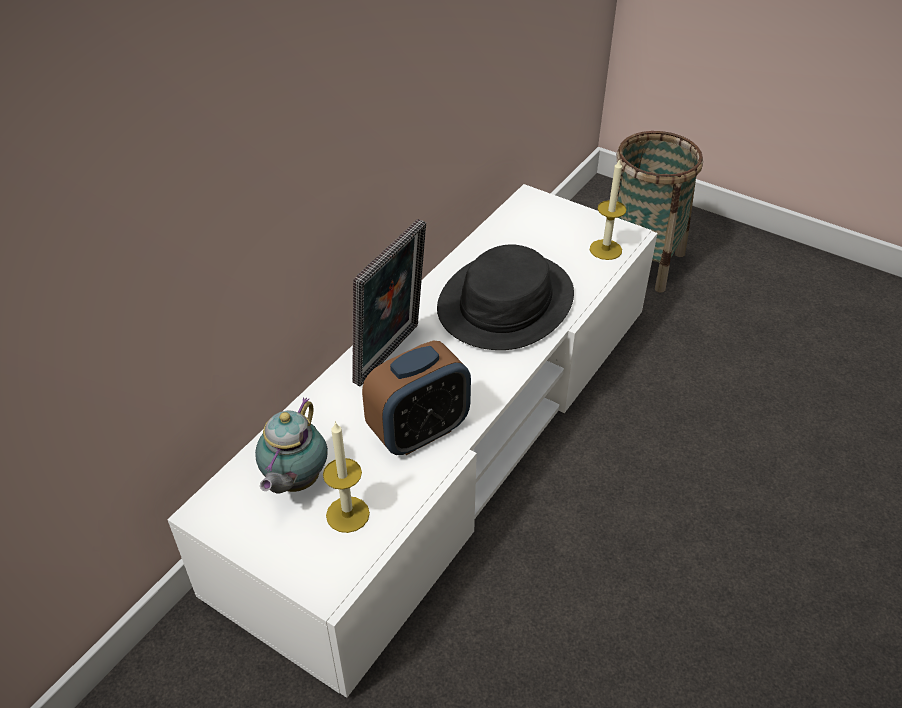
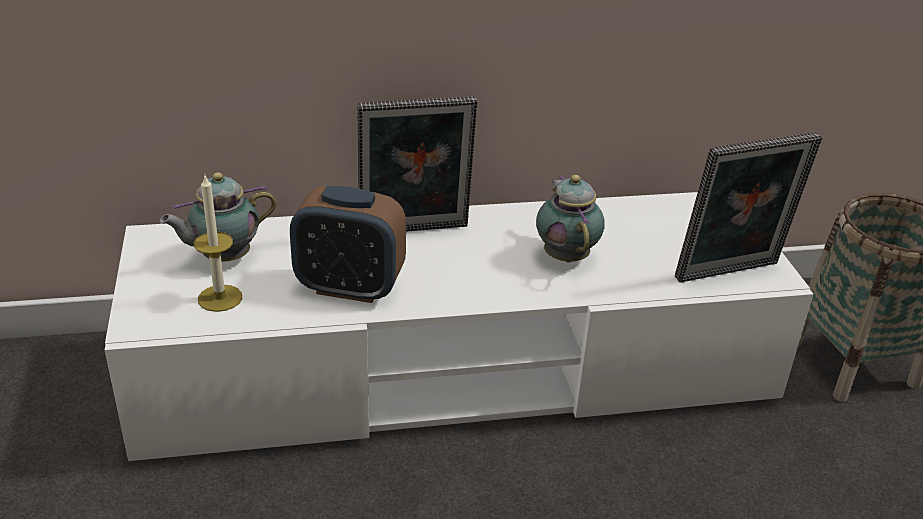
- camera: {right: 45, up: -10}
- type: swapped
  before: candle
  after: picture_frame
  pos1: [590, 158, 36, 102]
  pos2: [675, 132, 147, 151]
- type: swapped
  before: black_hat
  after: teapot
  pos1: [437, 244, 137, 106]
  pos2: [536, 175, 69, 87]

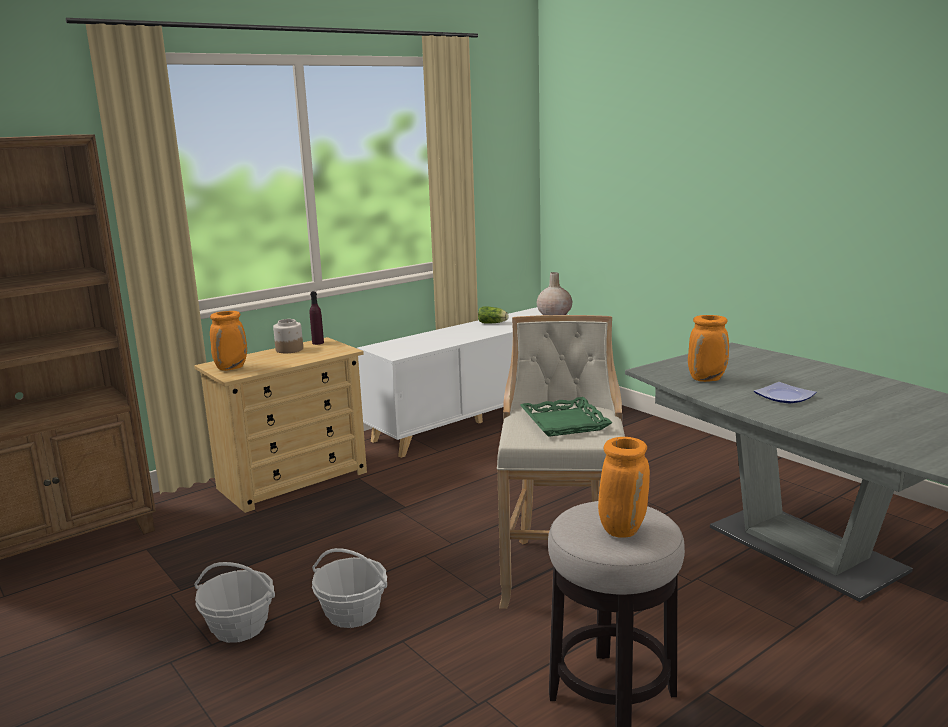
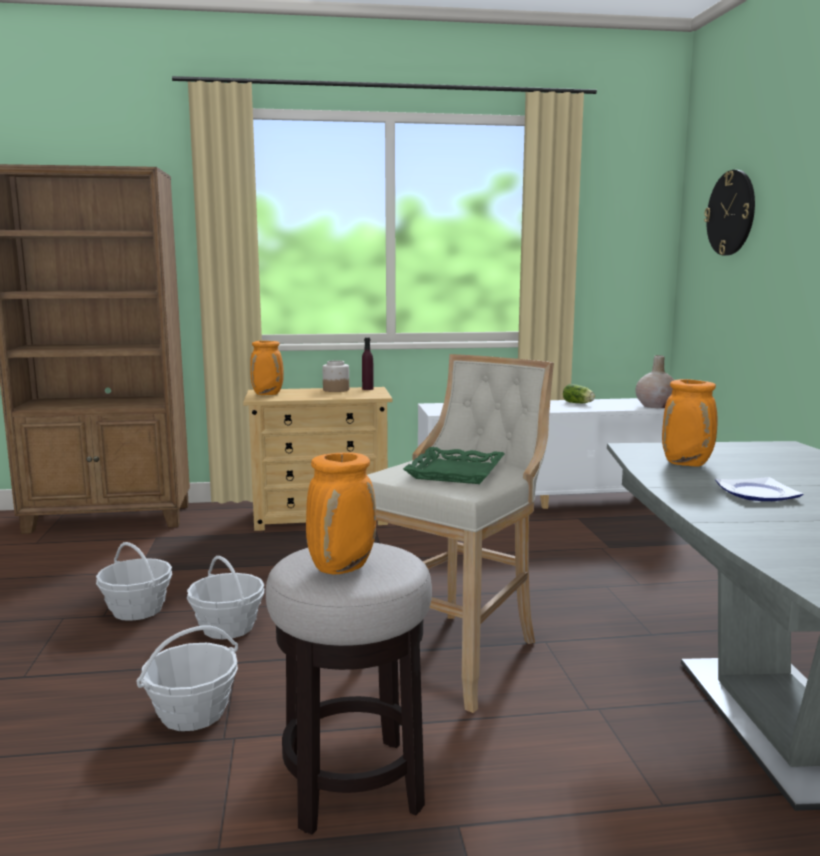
- camera: {right: 30, up: -5}
- type: new
  after: wall_clock
  pos2: [704, 170, 51, 86]
- type: new
  after: basket
  pos2: [137, 626, 101, 105]

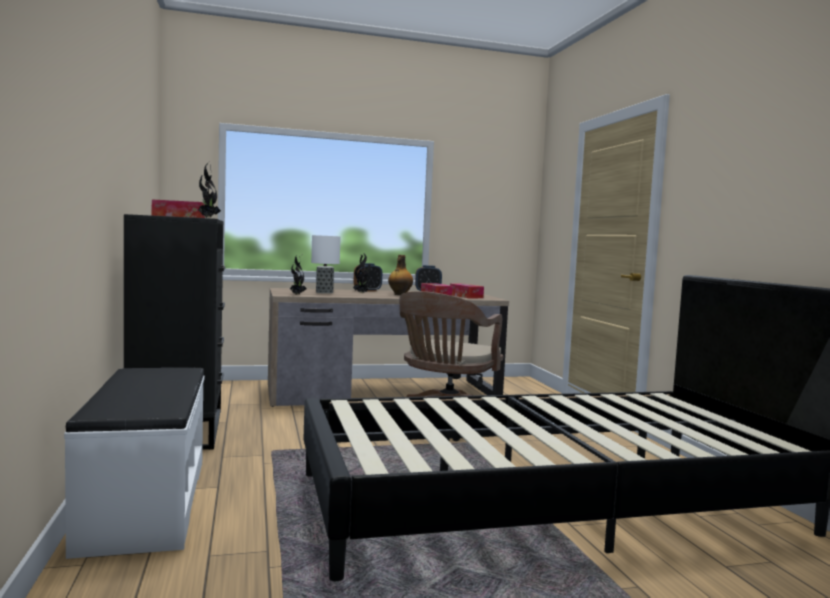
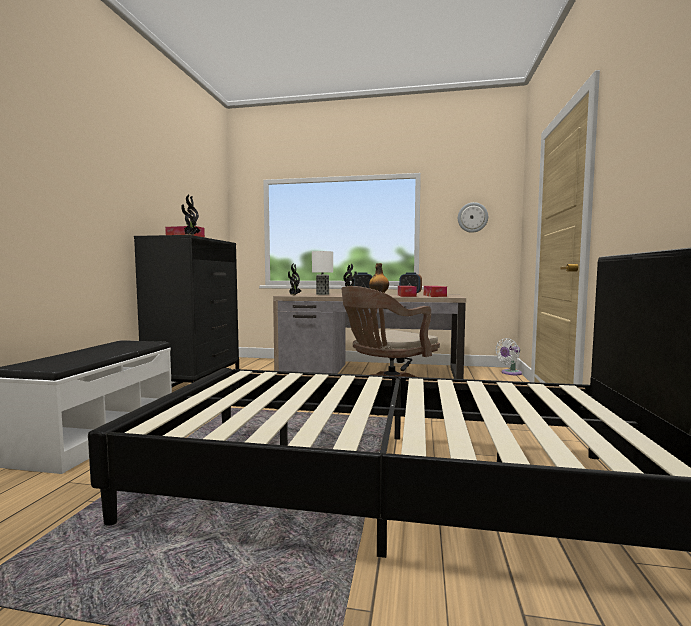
- camera: {right: 25, up: 0}
- type: new
  after: wall_clock
  pos2: [458, 202, 30, 31]
- type: new
  after: white_fan
  pos2: [495, 338, 27, 37]

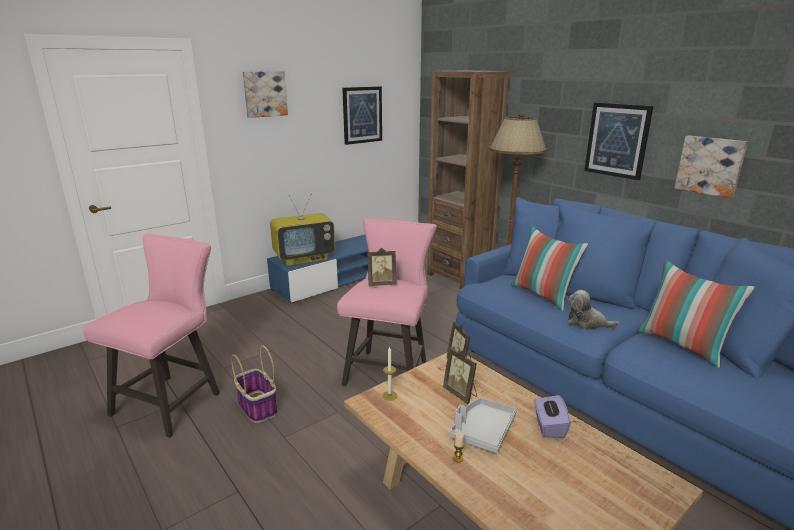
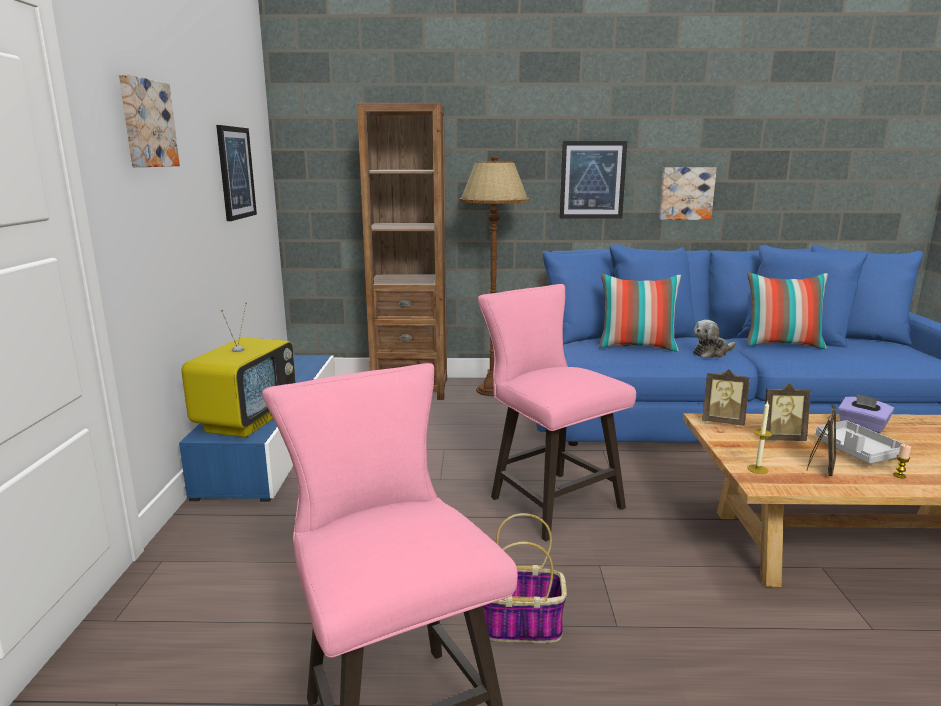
- camera: {right: -50, up: -5}
- type: shifted
  before: picture_frame
  pos1: [367, 248, 29, 38]
  pos2: [807, 406, 29, 70]

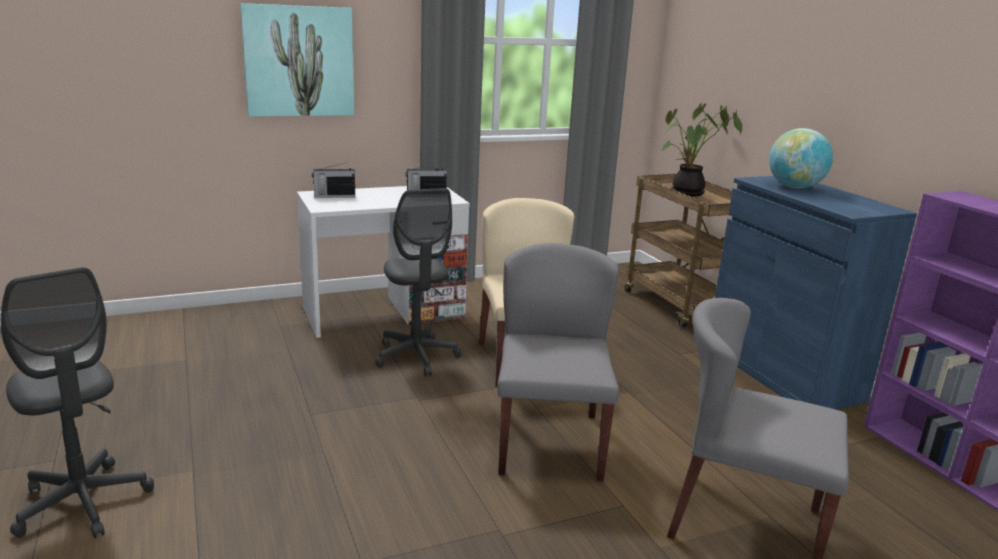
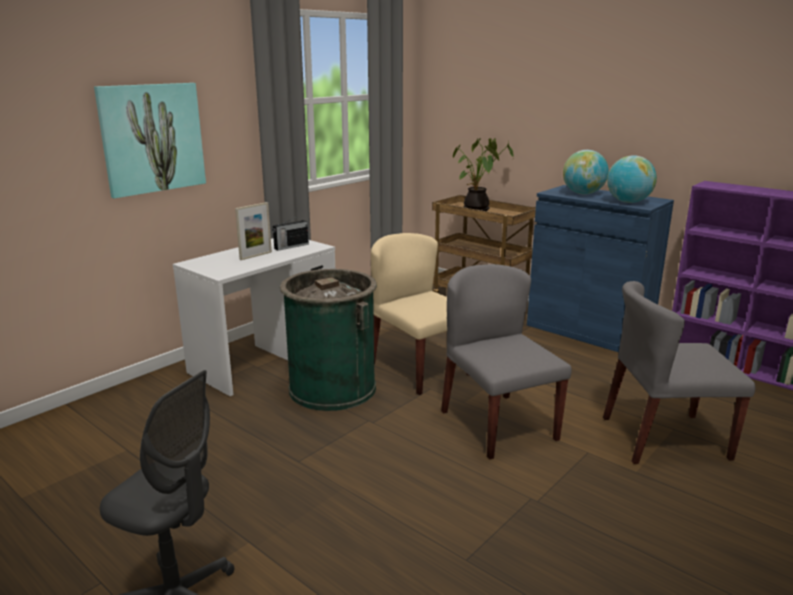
- camera: {right: -25, up: 0}
- type: gone
  before: radio
  pos1: [312, 162, 43, 36]
- type: swapped
  before: grey_office_chair
  after: green_trash_can
  pos1: [375, 188, 86, 188]
  pos2: [280, 269, 97, 142]
- type: new
  after: globe
  pos2: [607, 155, 50, 48]
- type: new
  after: picture_frame
  pos2: [235, 202, 37, 58]

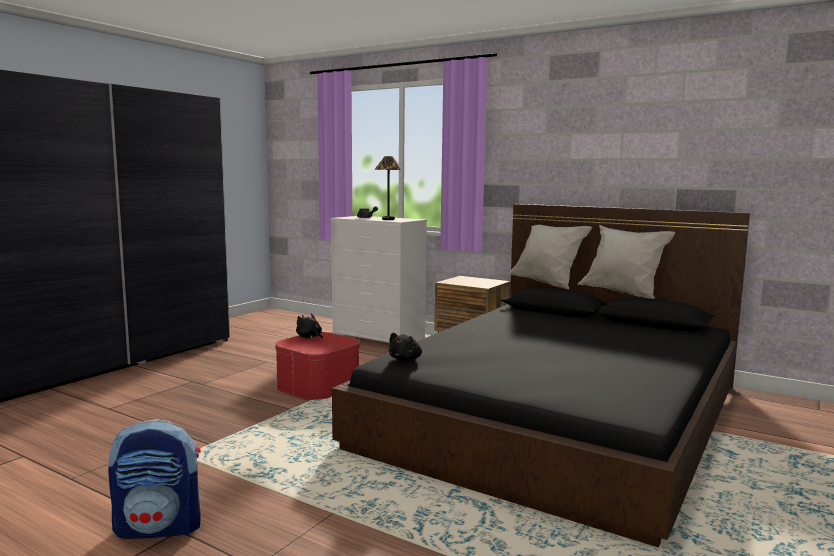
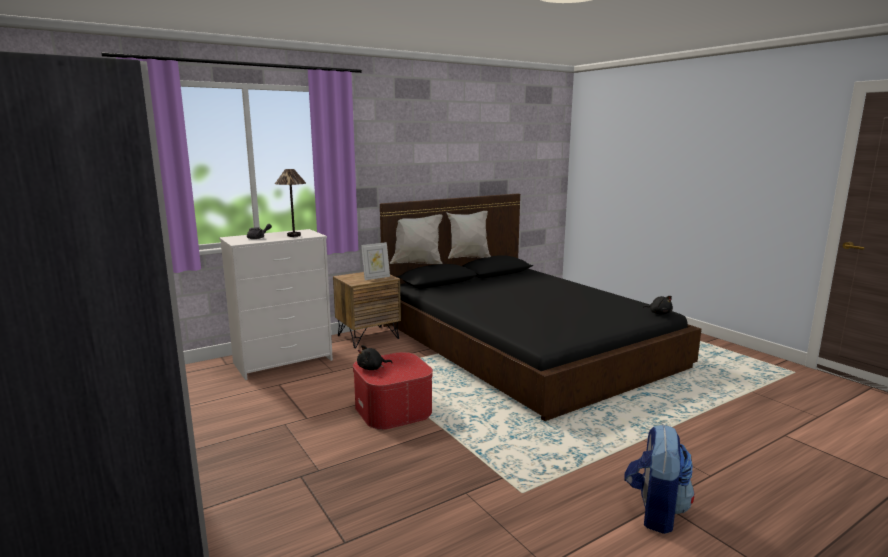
- camera: {right: -65, up: 5}
- type: shifted
  before: black_plush_toy
  pos1: [389, 333, 33, 28]
  pos2: [643, 296, 30, 19]
- type: new
  after: picture_frame
  pos2: [361, 242, 29, 38]

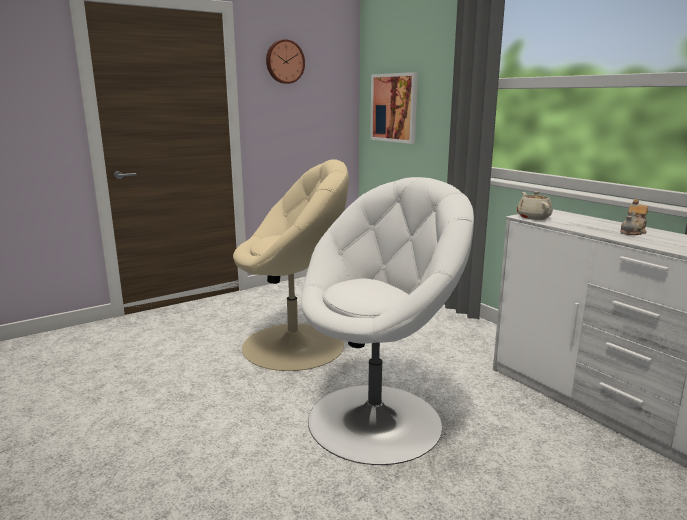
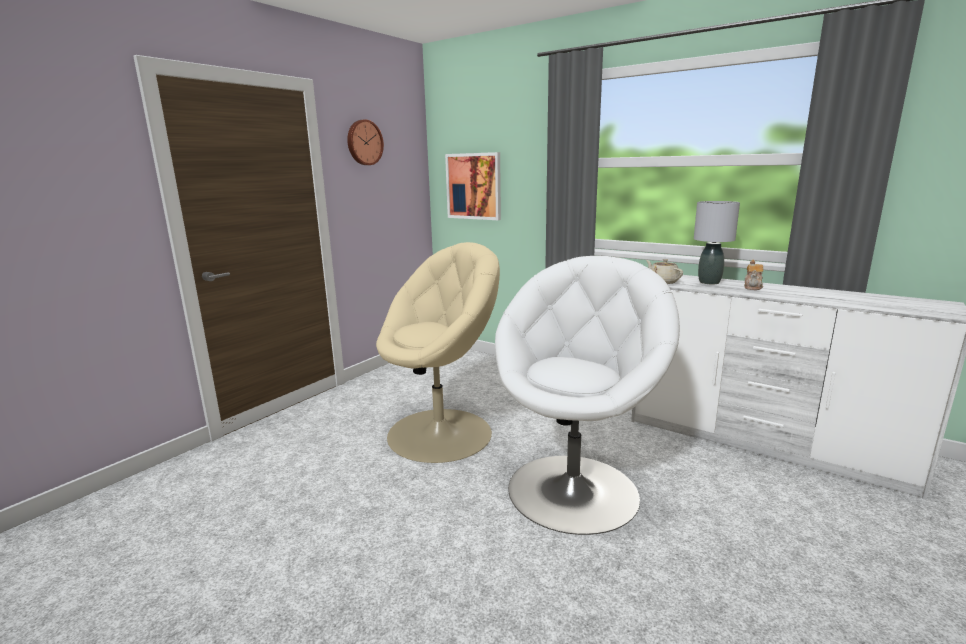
- camera: {right: -20, up: 0}
- type: new
  after: grey_table_lamp
  pos2: [694, 201, 46, 83]

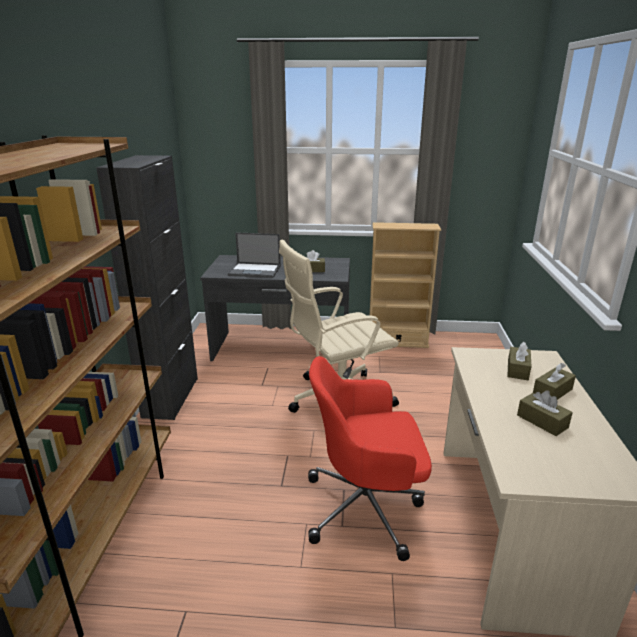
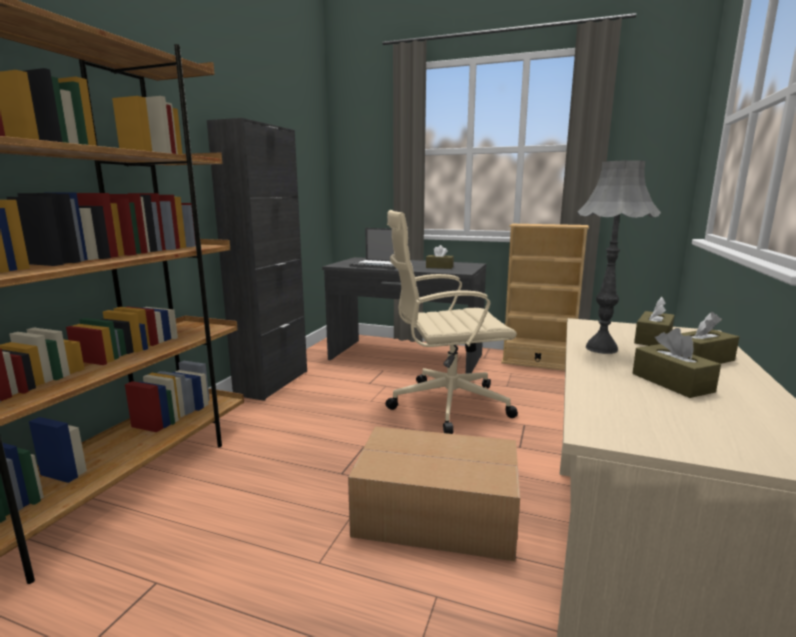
- camera: {right: 15, up: -10}
- type: swapped
  before: red_office_chair
  after: cardboard_box
  pos1: [308, 356, 124, 205]
  pos2: [348, 426, 172, 135]
- type: new
  after: grey_table_lamp
  pos2: [577, 160, 84, 194]

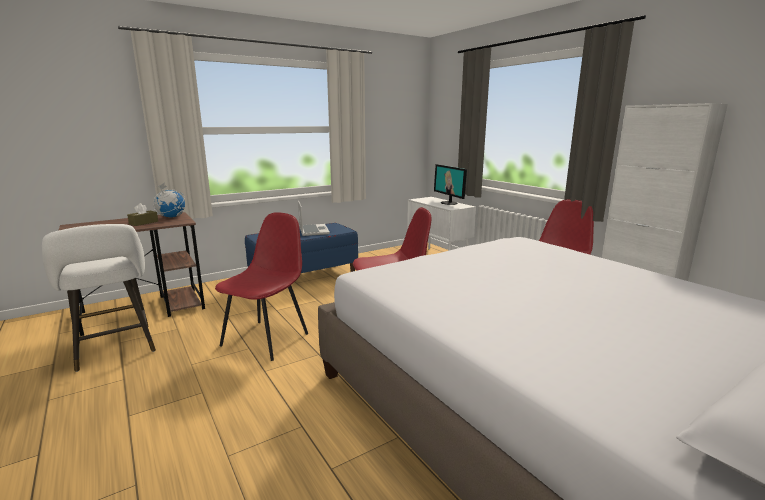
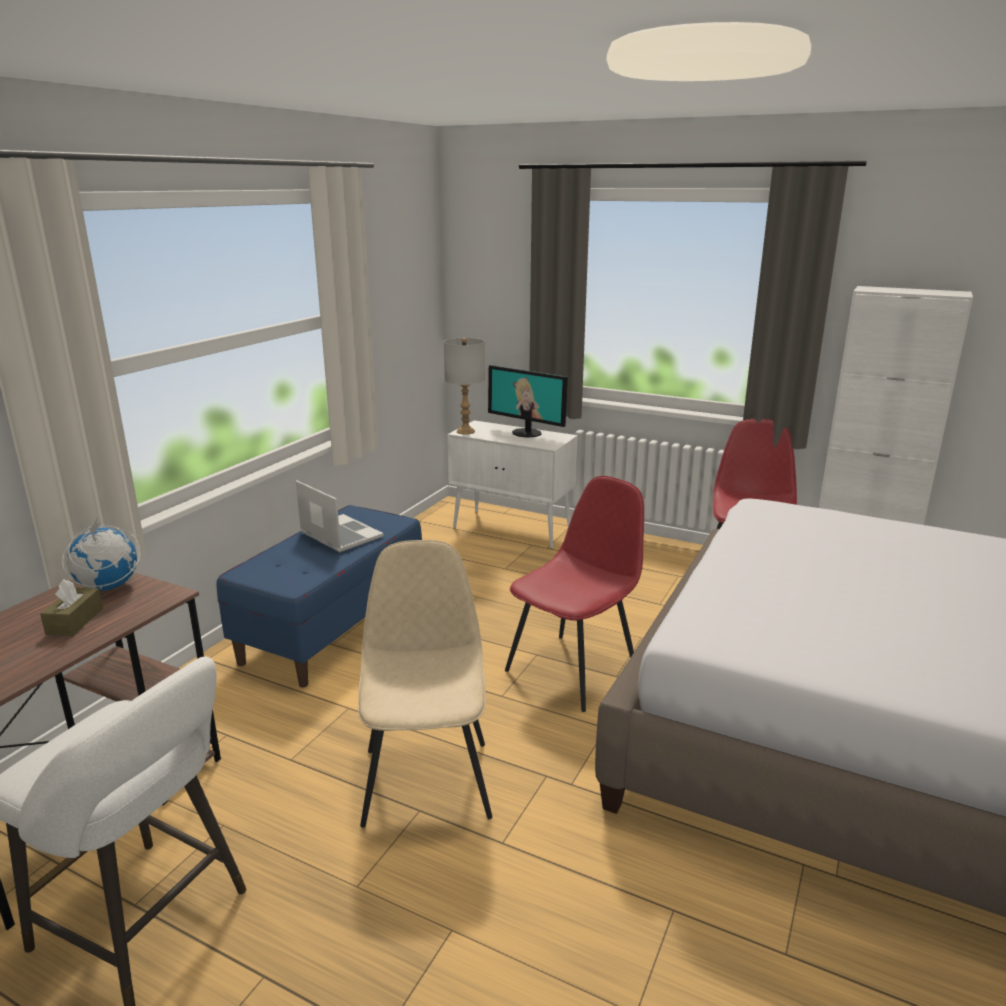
- camera: {right: -30, up: 5}
- type: repainted
  before: red_chair
  after: beige_chair
  pos1: [215, 212, 93, 149]
  pos2: [358, 540, 135, 288]
- type: new
  after: grey_table_lamp
  pos2: [444, 338, 41, 97]

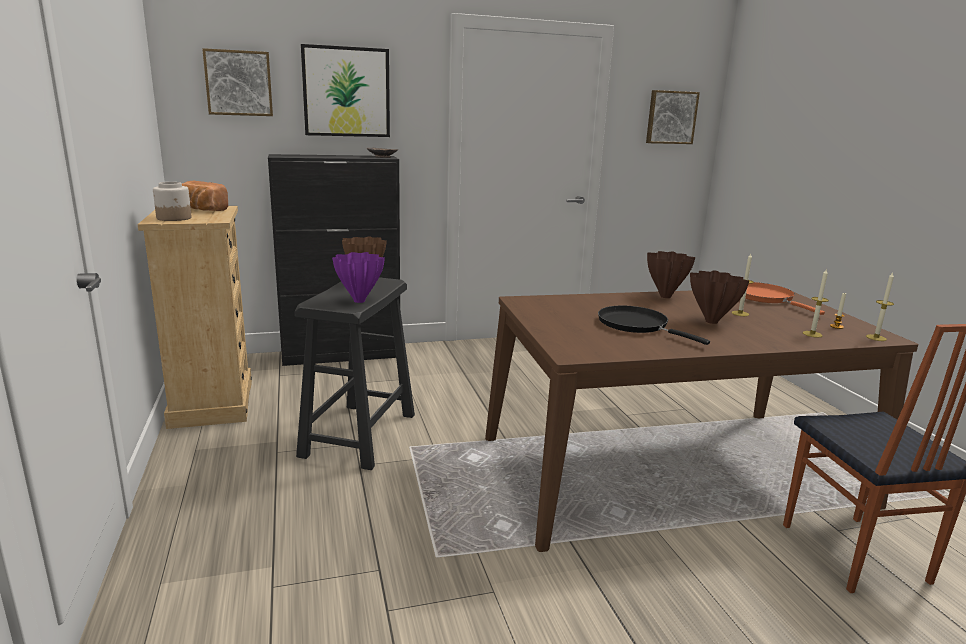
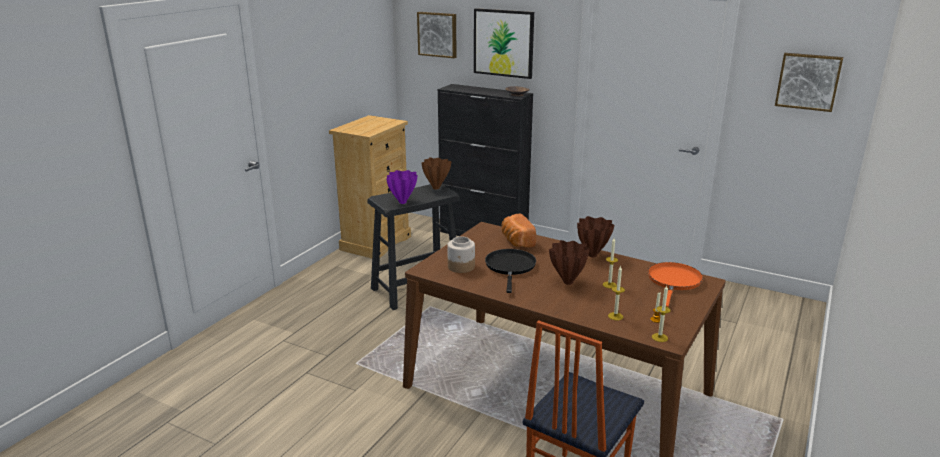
- camera: {right: 45, up: 5}
- type: shifted
  before: bread
  pos1: [182, 181, 46, 30]
  pos2: [502, 214, 34, 34]
- type: shifted
  before: jar
  pos1: [153, 182, 39, 39]
  pos2: [447, 236, 28, 37]

